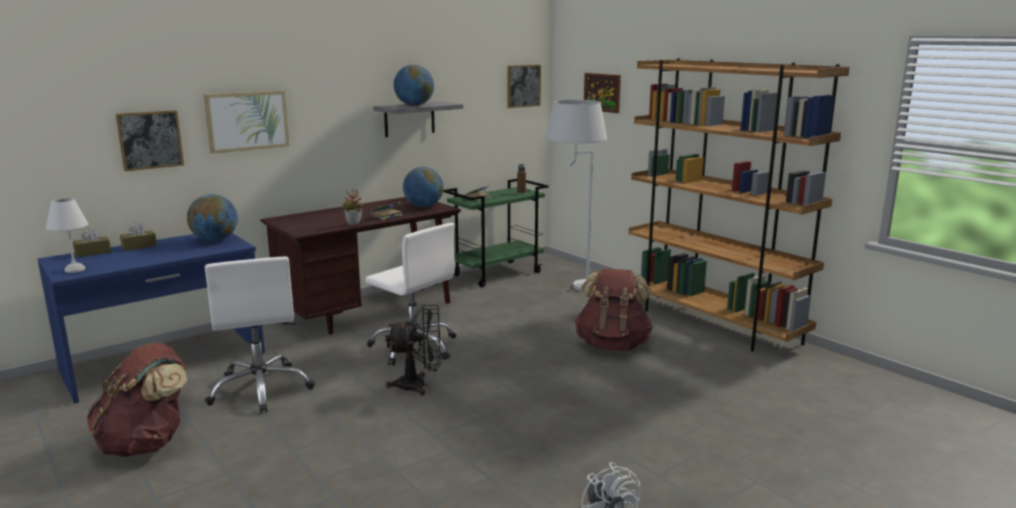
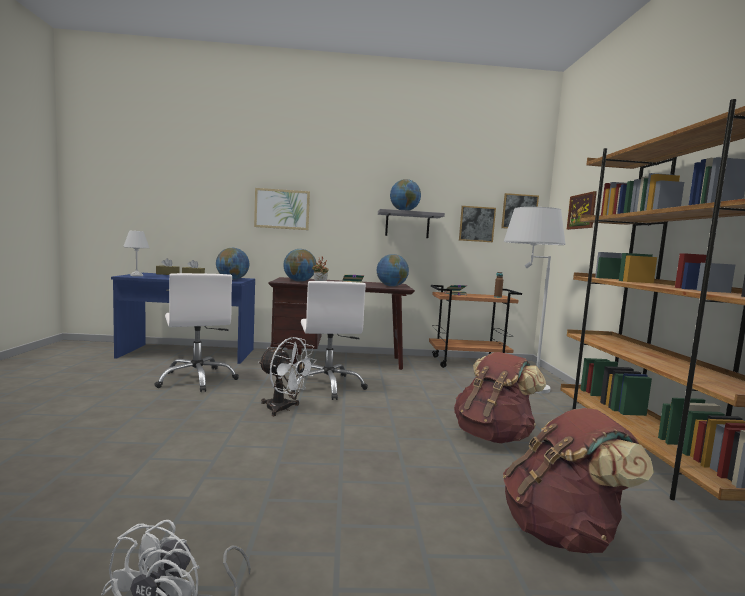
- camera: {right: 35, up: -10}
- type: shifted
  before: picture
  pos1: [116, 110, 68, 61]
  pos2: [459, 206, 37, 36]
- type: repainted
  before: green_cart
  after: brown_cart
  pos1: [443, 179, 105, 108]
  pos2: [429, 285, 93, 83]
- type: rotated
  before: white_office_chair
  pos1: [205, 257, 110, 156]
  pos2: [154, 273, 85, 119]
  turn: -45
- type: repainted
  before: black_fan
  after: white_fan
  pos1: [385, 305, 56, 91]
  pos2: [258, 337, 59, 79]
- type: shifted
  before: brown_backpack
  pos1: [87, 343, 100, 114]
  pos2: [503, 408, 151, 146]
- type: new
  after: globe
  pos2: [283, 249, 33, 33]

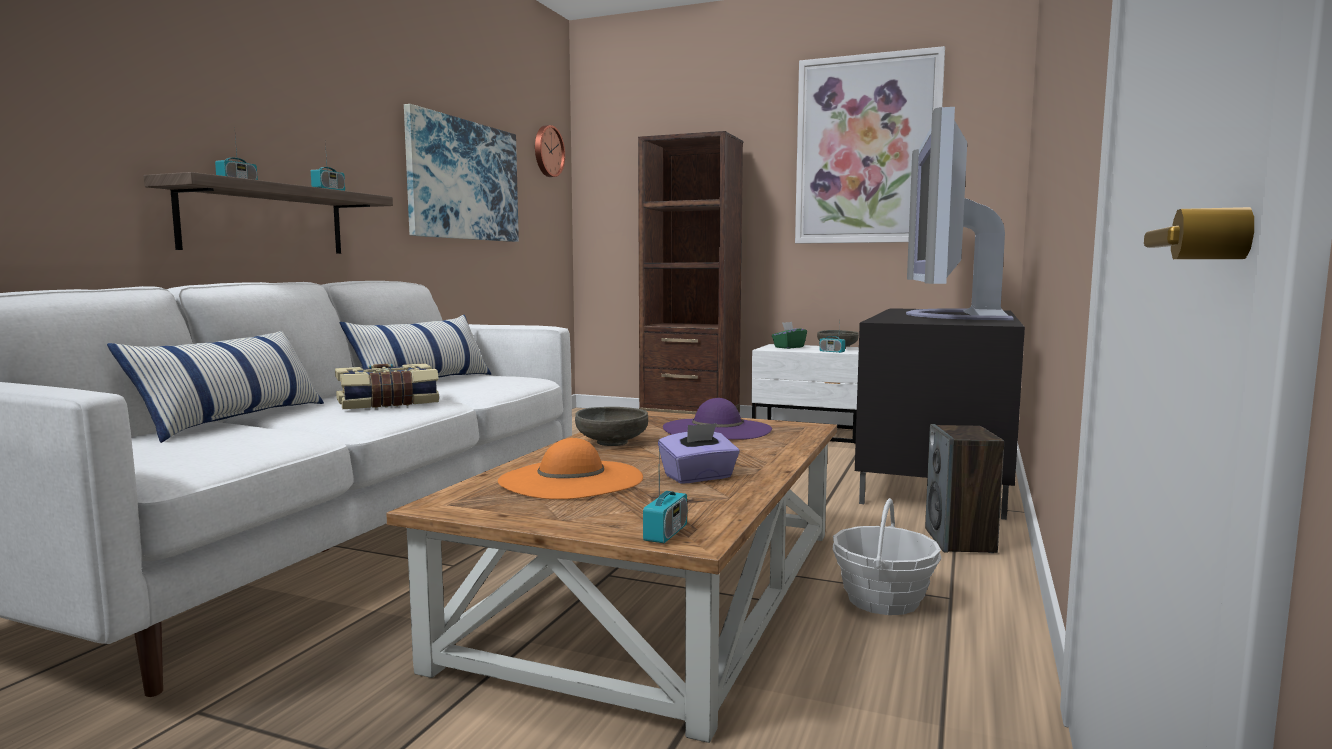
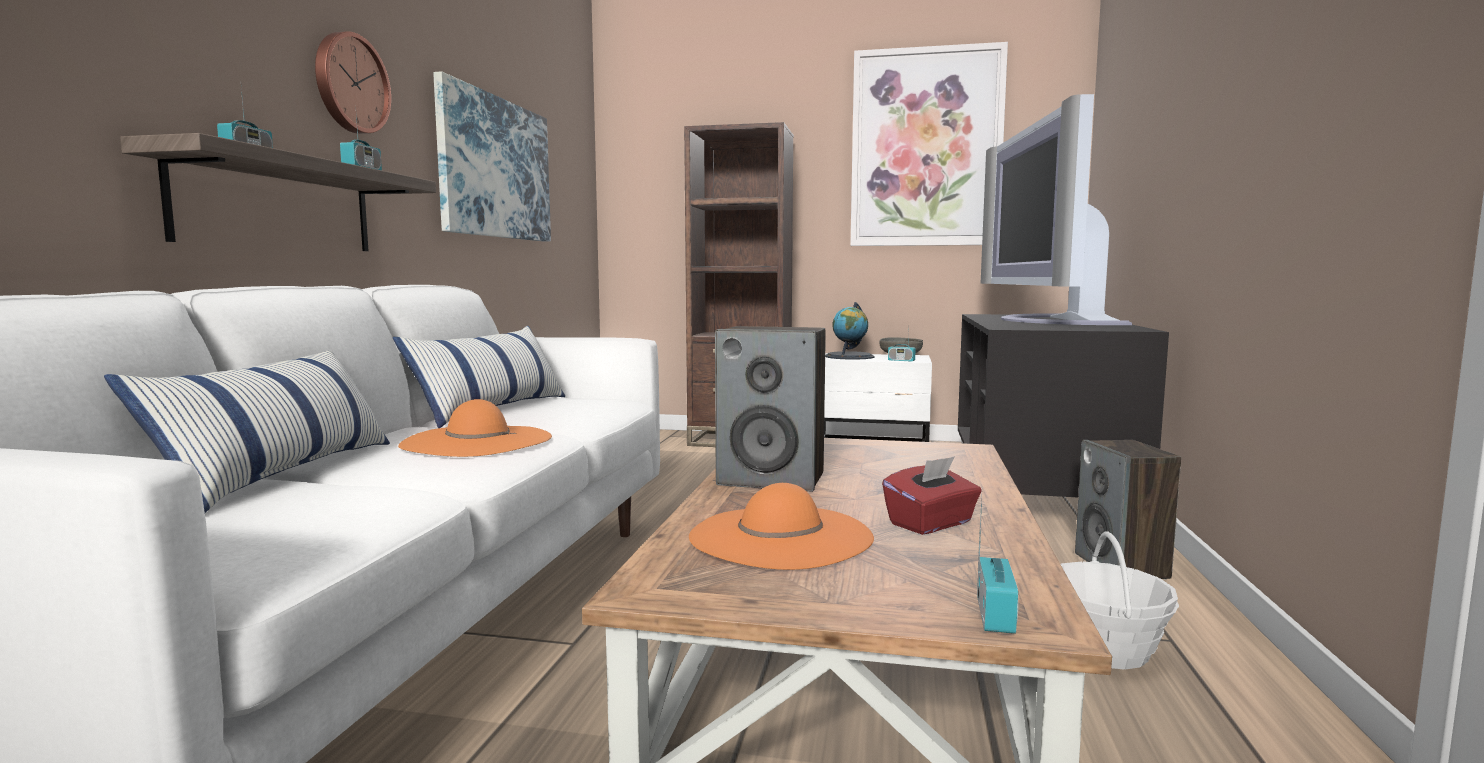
- camera: {right: -10, up: 0}
- type: shifted
  before: wall_clock
  pos1: [535, 125, 30, 52]
  pos2: [315, 31, 76, 103]
- type: swapped
  before: green_tissue_box
  after: globe
  pos1: [772, 322, 35, 27]
  pos2: [825, 302, 50, 58]
- type: swapped
  before: book
  after: orange_hat
  pos1: [335, 363, 104, 46]
  pos2: [398, 399, 154, 58]
- type: gone
  before: purple_hat
  pos1: [663, 398, 109, 42]
- type: swapped
  before: grey_bowl
  after: speaker
  pos1: [575, 407, 73, 39]
  pos2: [715, 326, 111, 166]
- type: repainted
  before: purple_tissue_box
  after: red_tissue_box
  pos1: [658, 423, 82, 61]
  pos2: [882, 456, 100, 79]

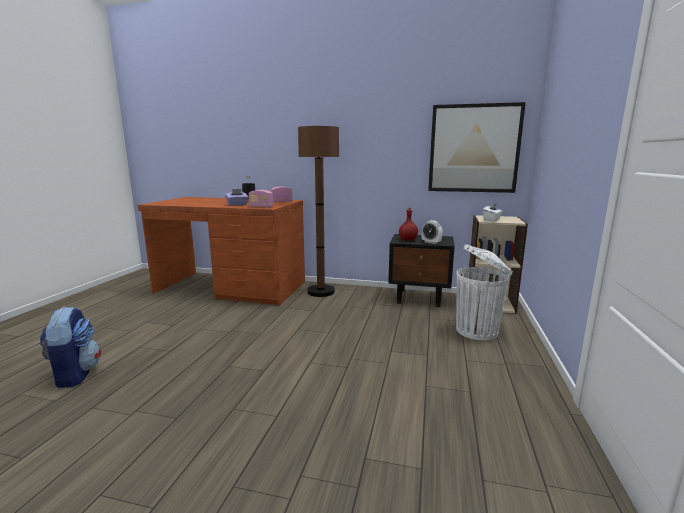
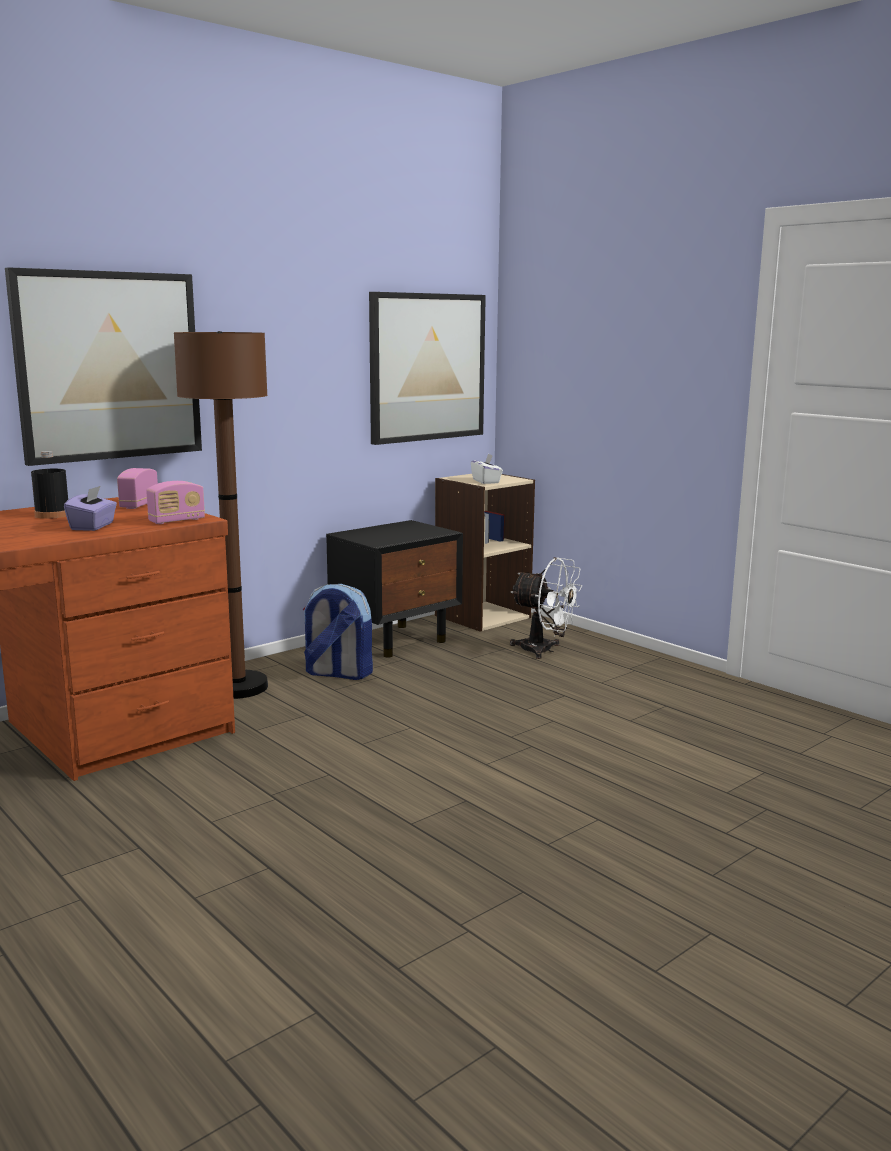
- camera: {right: -55, up: 0}
- type: gone
  before: red_bottle
  pos1: [399, 208, 19, 33]
- type: gone
  before: alarm_clock
  pos1: [421, 220, 22, 24]
- type: swapped
  before: white_trash_can
  after: white_fan
  pos1: [456, 244, 57, 96]
  pos2: [510, 557, 72, 102]
- type: shifted
  before: backpack
  pos1: [40, 307, 61, 81]
  pos2: [303, 584, 70, 96]
- type: new
  after: picture
  pos2: [5, 267, 197, 199]

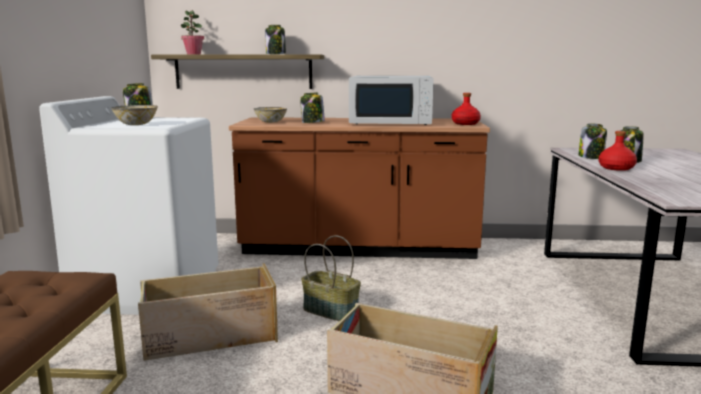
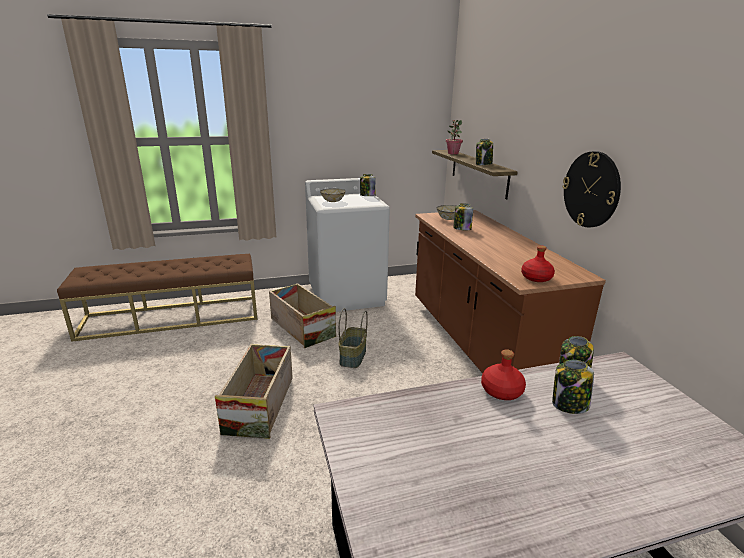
- camera: {right: 70, up: 10}
- type: gone
  before: white_microwave
  pos1: [349, 76, 85, 49]
- type: new
  after: wall_clock
  pos2: [562, 151, 59, 76]

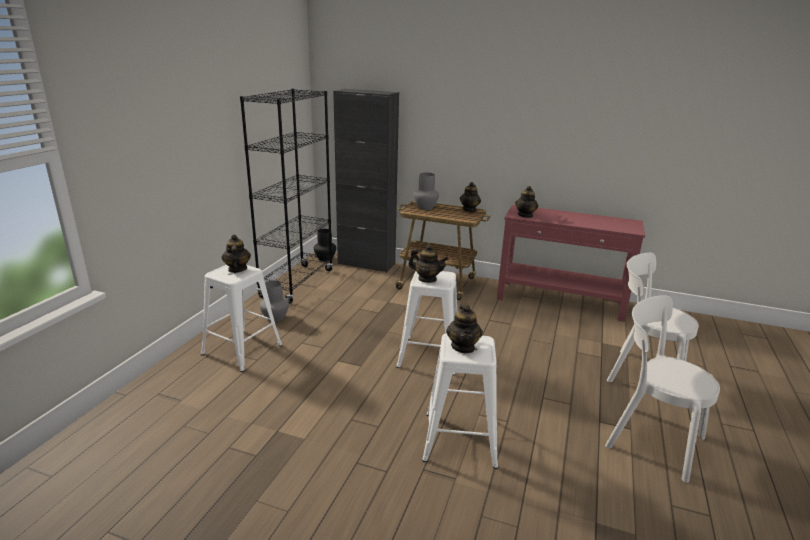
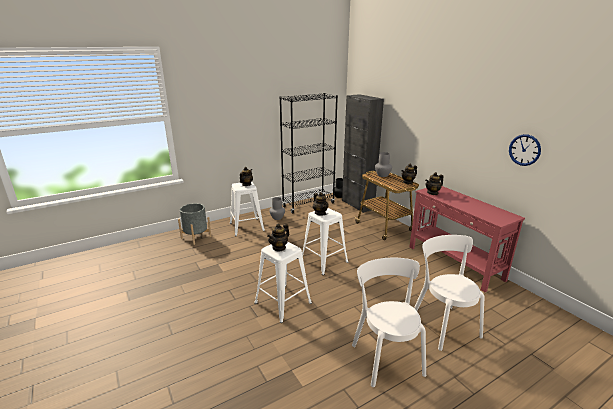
- camera: {right: 40, up: 0}
- type: new
  after: wall_clock
  pos2: [509, 134, 32, 32]
- type: new
  after: grey_planter
  pos2: [178, 203, 34, 42]

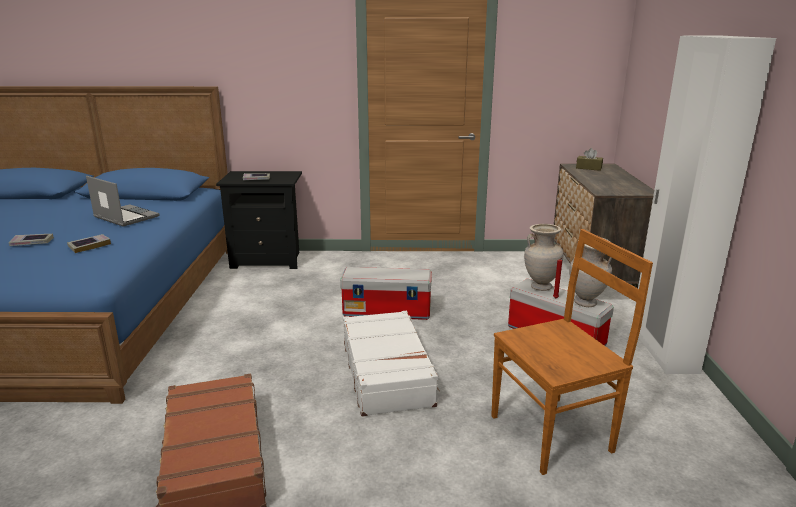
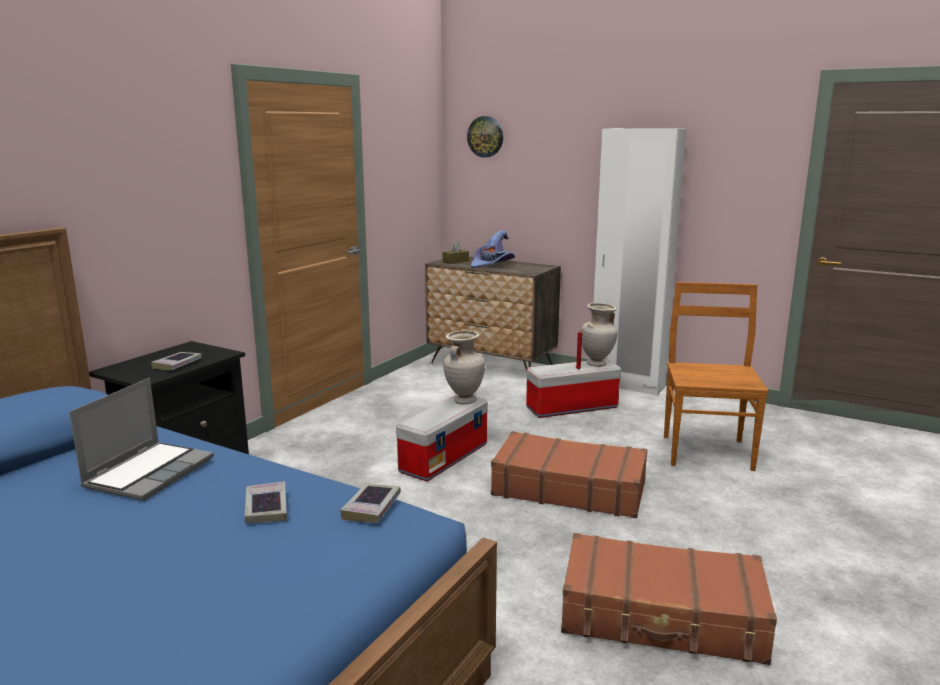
- camera: {right: -60, up: -5}
- type: rotated
  before: laptop
  pos1: [86, 176, 74, 51]
  pos2: [69, 378, 145, 123]
  turn: 135
- type: shifted
  before: beige_vase
  pos1: [524, 224, 39, 67]
  pos2: [443, 331, 42, 73]
- type: shifted
  before: book
  pos1: [9, 234, 45, 12]
  pos2: [340, 483, 61, 39]
- type: repainted
  before: white_suitcase
  after: brown_suitcase
  pos1: [343, 311, 97, 106]
  pos2: [491, 431, 156, 87]
- type: new
  after: wall_clock
  pos2: [467, 116, 36, 42]
- type: new
  after: purple_hat
  pos2: [470, 230, 45, 38]

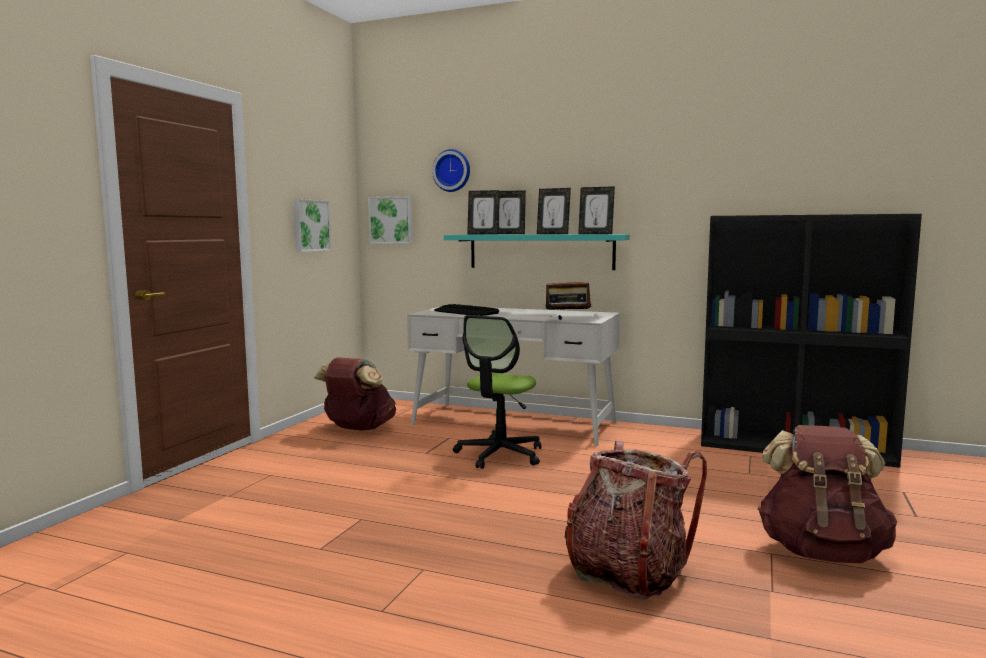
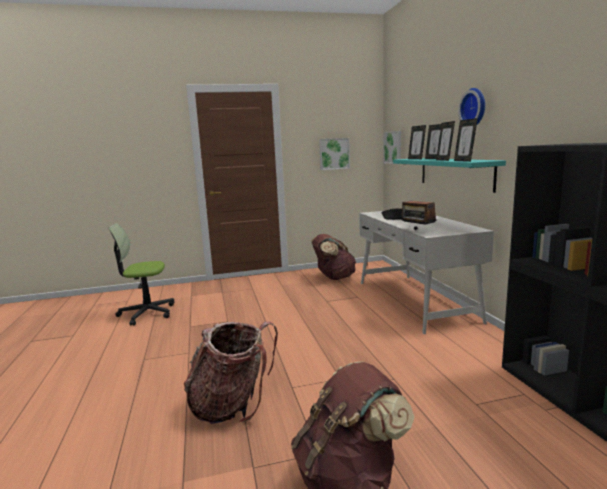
- camera: {right: 55, up: 5}
- type: shifted
  before: wall_clock
  pos1: [432, 149, 38, 43]
  pos2: [458, 88, 27, 37]
- type: shifted
  before: office_chair
  pos1: [453, 315, 88, 154]
  pos2: [108, 223, 66, 102]

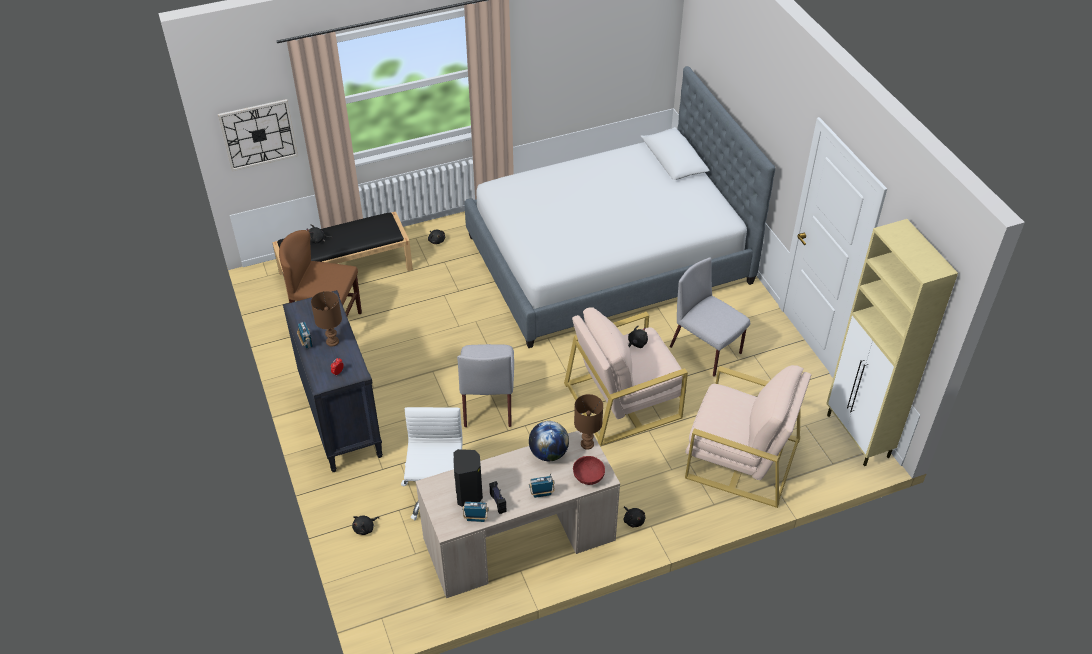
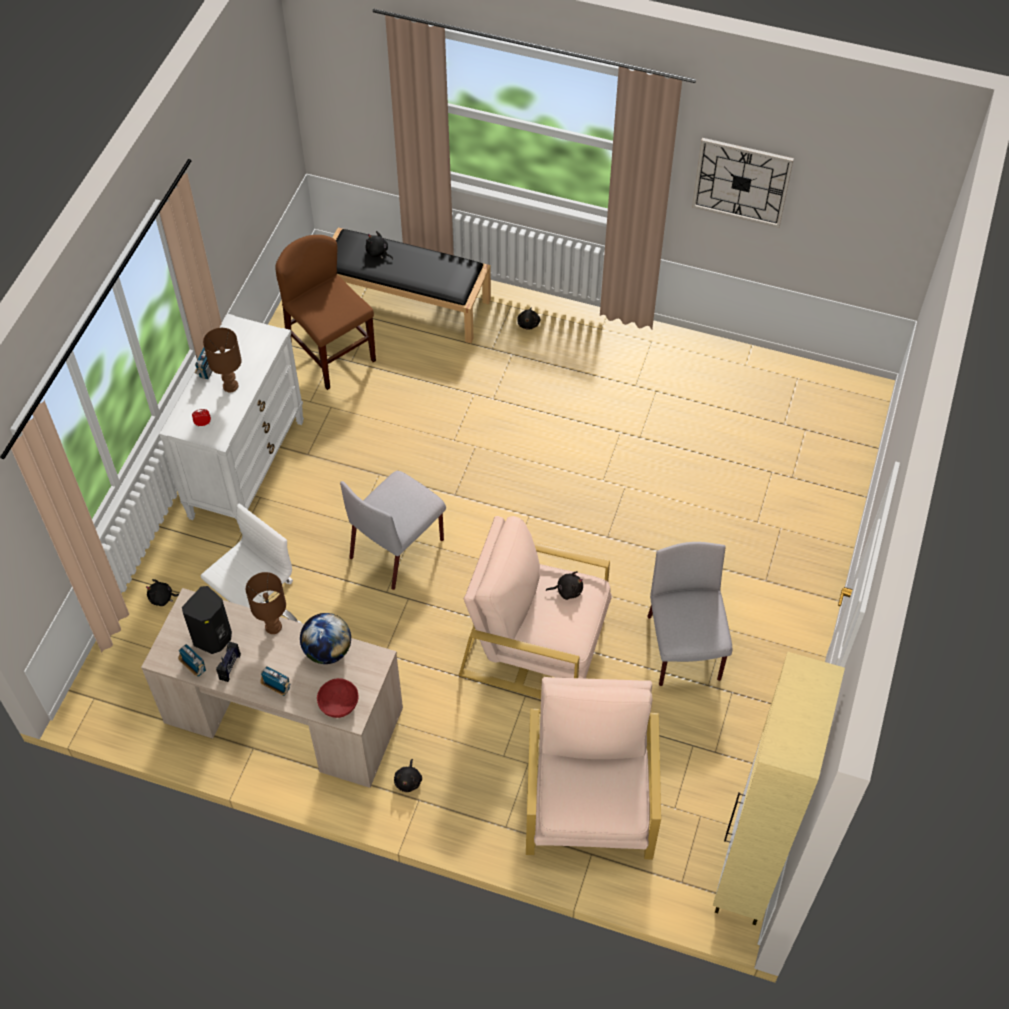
- camera: {right: 40, up: 10}
- type: gone
  before: bed
  pos1: [465, 66, 310, 282]
- type: shifted
  before: wall_clock
  pos1: [218, 99, 80, 72]
  pos2: [692, 138, 102, 90]
- type: repainted
  before: black_dresser
  after: white_dresser
  pos1: [283, 290, 100, 182]
  pos2: [159, 314, 145, 219]
- type: rotated
  before: beige_armchair
  pos1: [685, 365, 127, 143]
  pos2: [526, 677, 135, 183]
  turn: -150
- type: shifted
  before: brown_table_lamp
  pos1: [574, 394, 29, 56]
  pos2: [246, 572, 40, 62]

